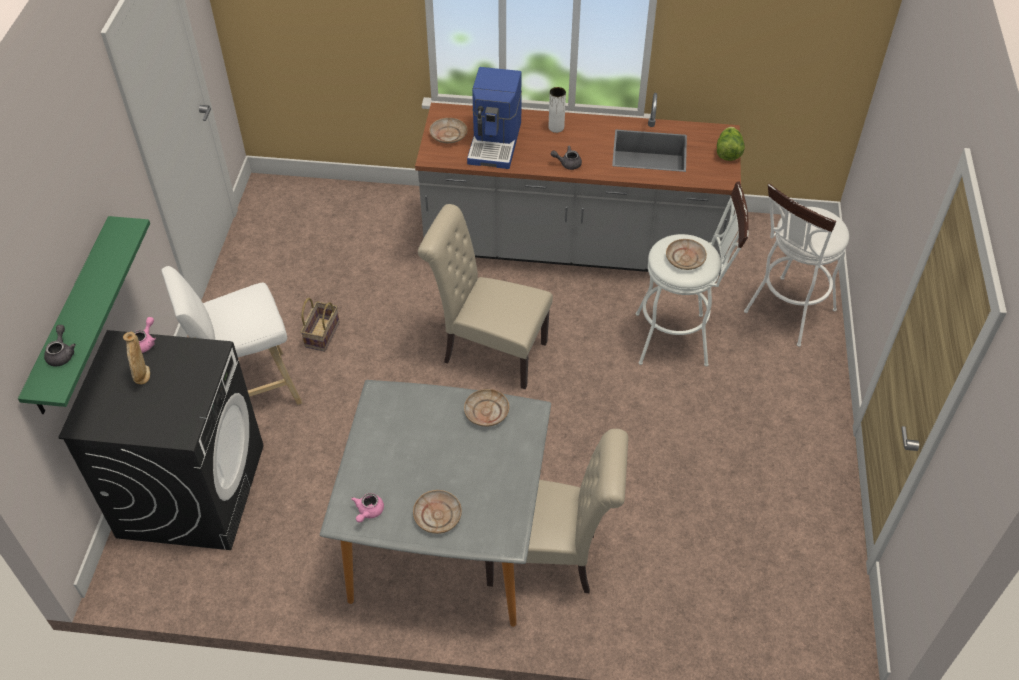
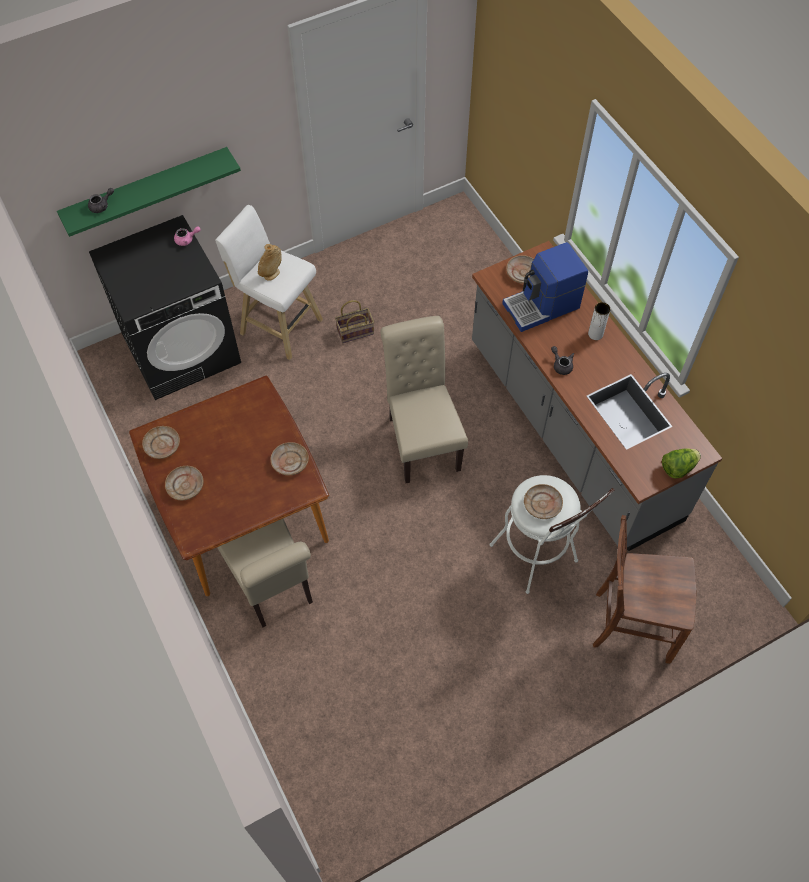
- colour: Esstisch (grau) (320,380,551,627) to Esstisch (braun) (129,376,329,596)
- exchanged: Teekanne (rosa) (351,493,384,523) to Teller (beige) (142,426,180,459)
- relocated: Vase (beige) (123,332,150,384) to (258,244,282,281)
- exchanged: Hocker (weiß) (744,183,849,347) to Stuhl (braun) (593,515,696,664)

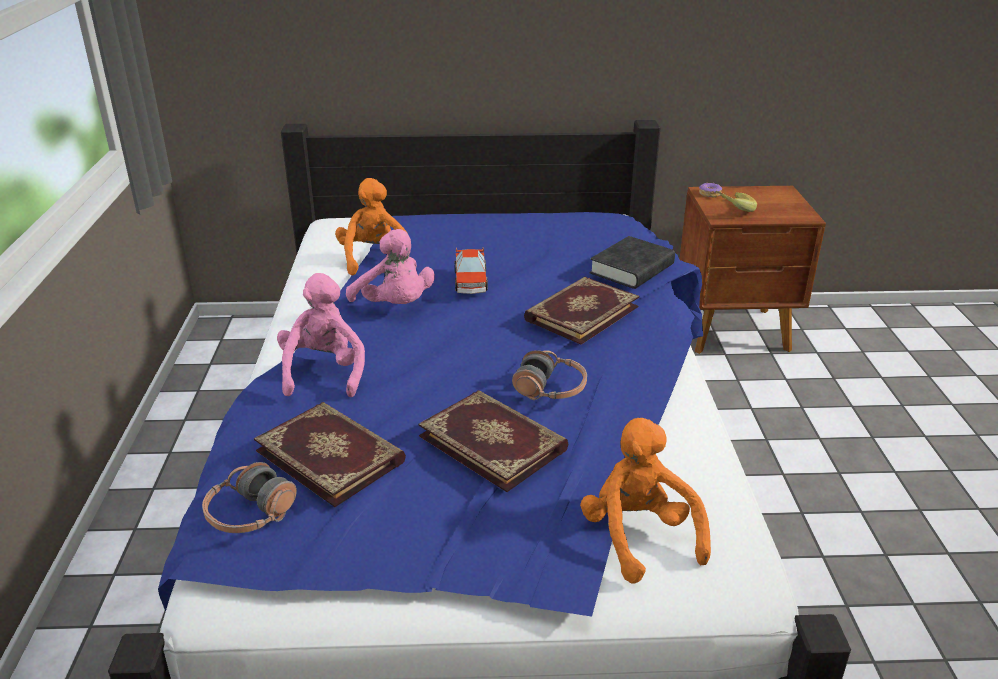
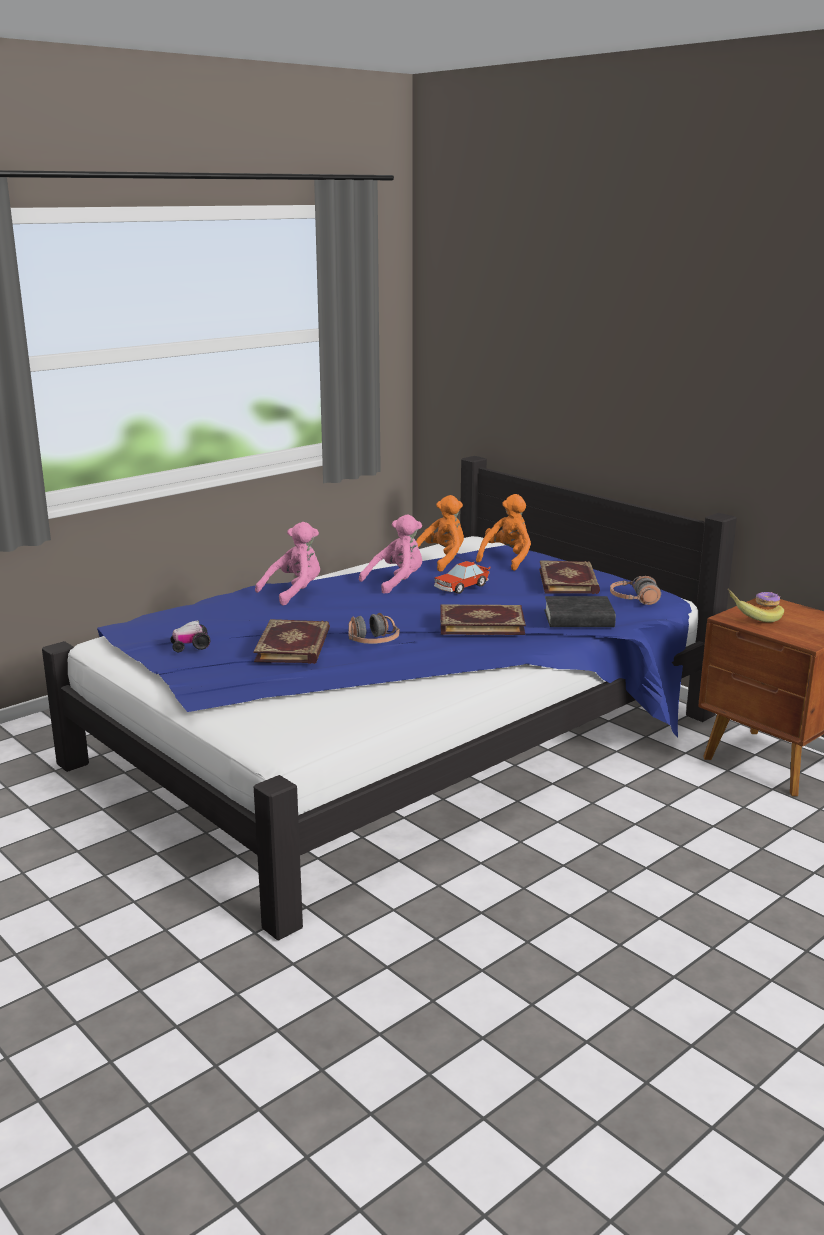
- appeared: Spielzeugauto (170,621,210,652)
- spun: Plüschtier (rosa) (346,229,435,304) = (359,514,422,593) 135 degrees counterclockwise
- relocated: Plüschtier (orange) (580,418,711,584) to (476,494,531,571)
- relocated: Buch (254,402,406,507) to (539,560,600,594)
- relocated: Kopfhörer (202,462,297,533) to (610,576,661,605)

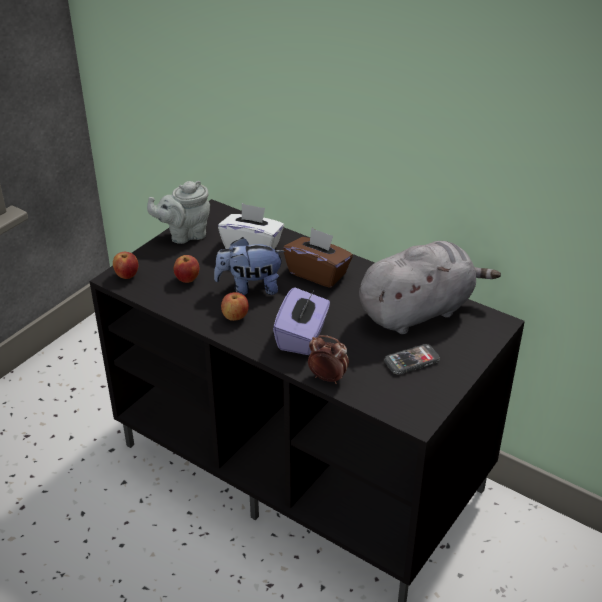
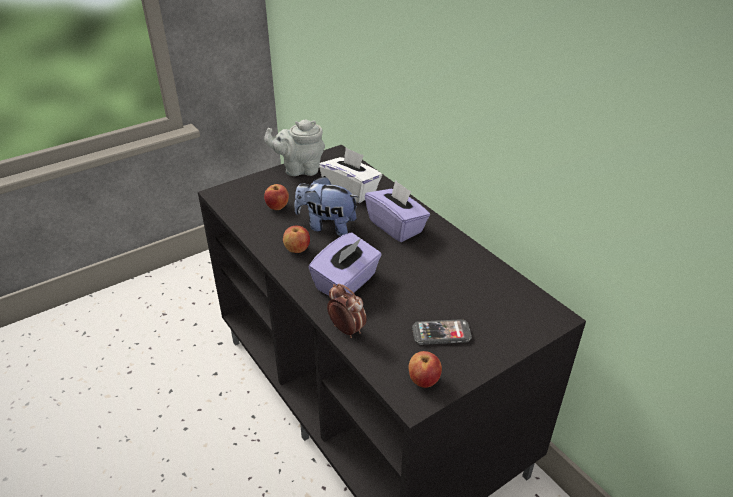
- colour: Taschentuchbox (braun) (283,227,353,288) to Taschentuchbox (lila) (365,180,430,242)
- relocated: Apfel (113,252,138,279) to (409,351,442,388)
- missing: Plüschtier (grau) (359,241,501,334)

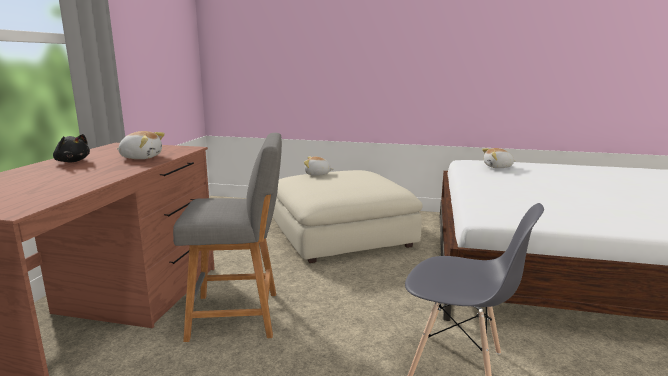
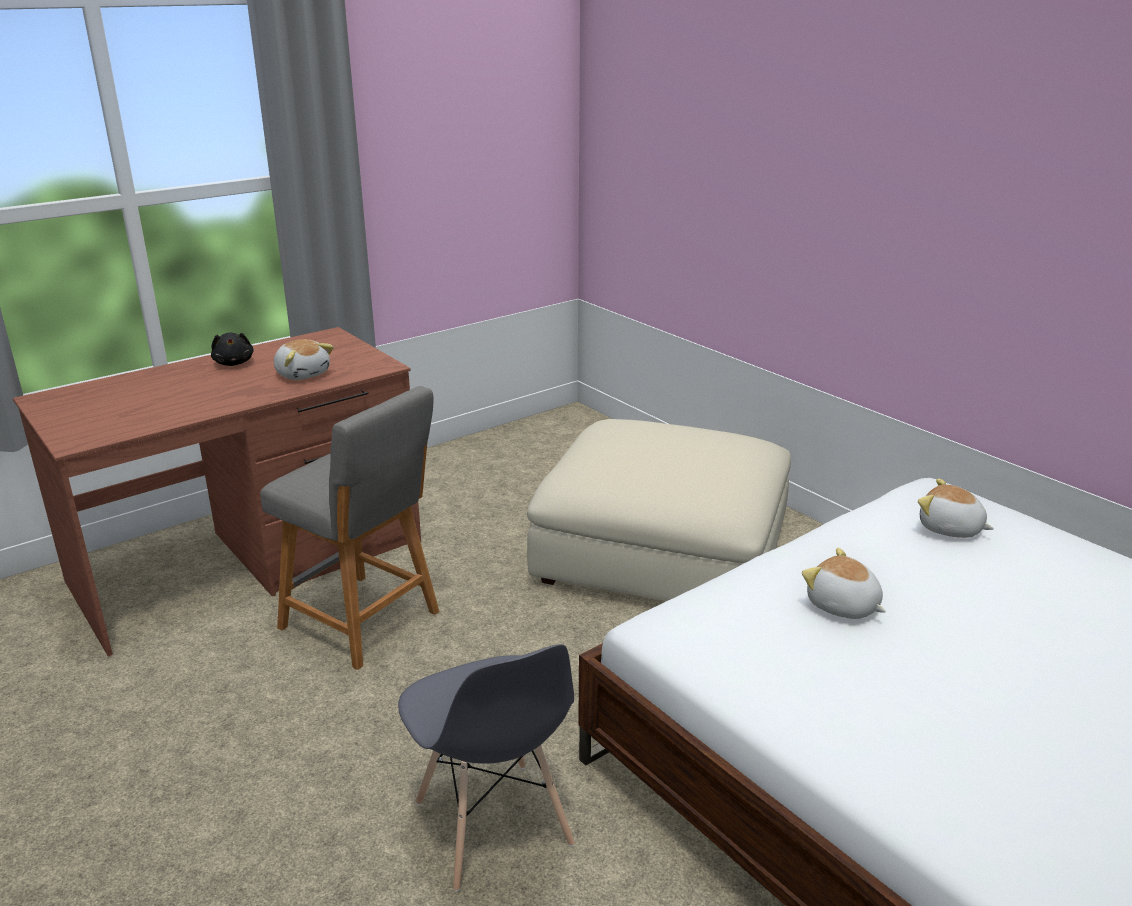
- relocated: Plüschtier (304,157,334,176) to (802,548,886,619)

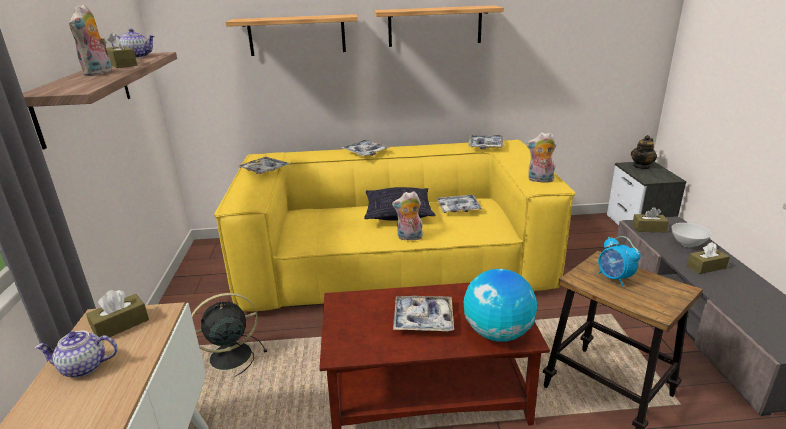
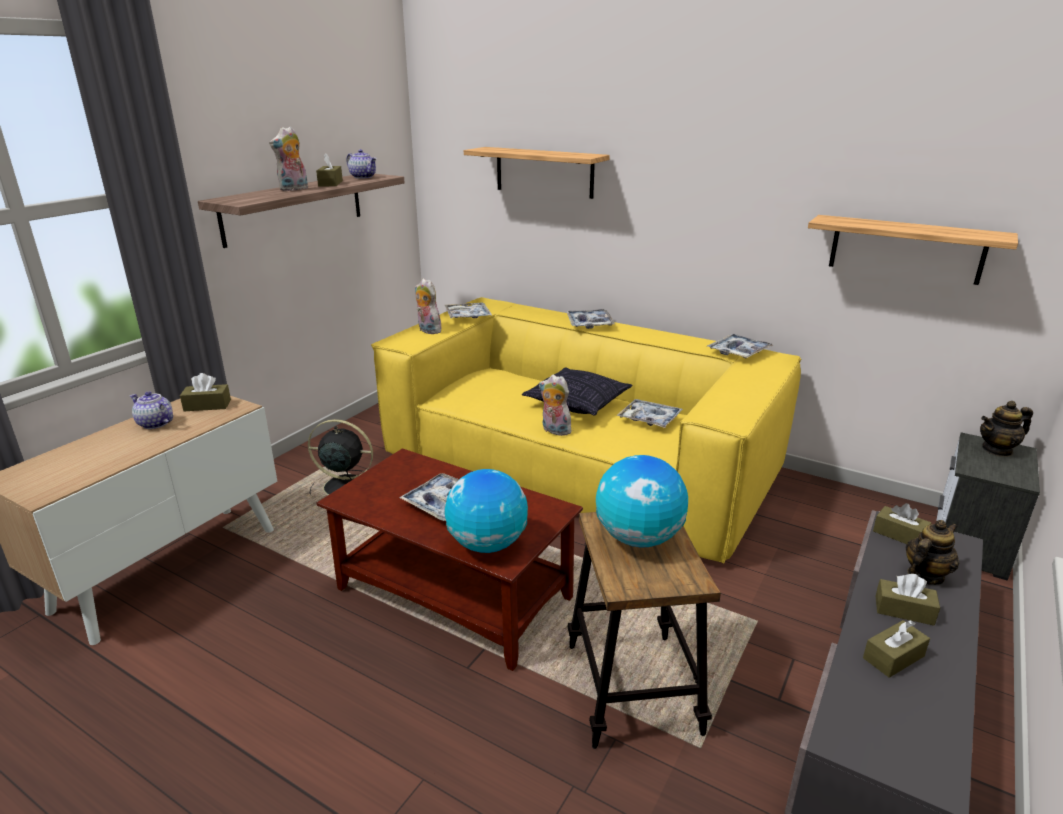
- relocated: Plüschtier (527,132,556,184) to (415,278,442,334)
- exchanged: Wecker (598,236,641,286) to Globus (596,455,688,548)
- relocated: Wandregal (374,5,504,47) to (808,215,1018,285)
- appeared: Taschentuchbox (braun) (863,620,930,678)
- exchanged: Schüssel (weiß) (671,223,712,248) to Teekanne (906,520,959,585)

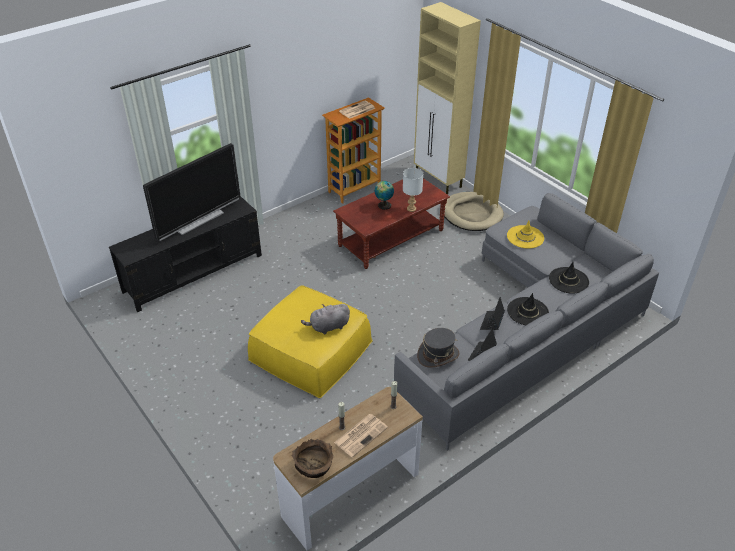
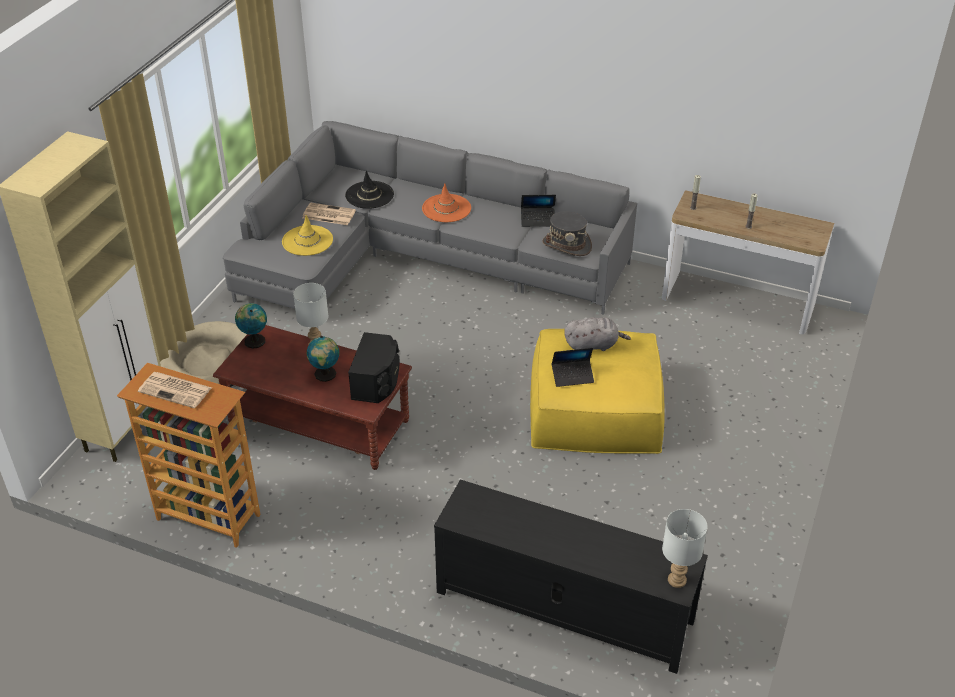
- appeared: Globus (235,303,267,349)
- relocated: Zeitung (334,414,388,457) to (302,203,356,225)
- appeared: Lautsprecher (schwarz) (348,332,400,403)
- colour: Hut (schwarz) (507,293,549,325) to Hut (orange) (422,183,471,222)
- relocated: Laptop (480,297,505,330) to (552,348,594,387)
- spun: Plüschtier (grau) (301,304,350,335) = (564,317,631,351) 45 degrees counterclockwise
- appeared: Tischlampe (weiß) (662,509,708,588)
- missing: Fernseher (143,143,240,241)
- missing: Schüssel (braun) (292,439,333,478)

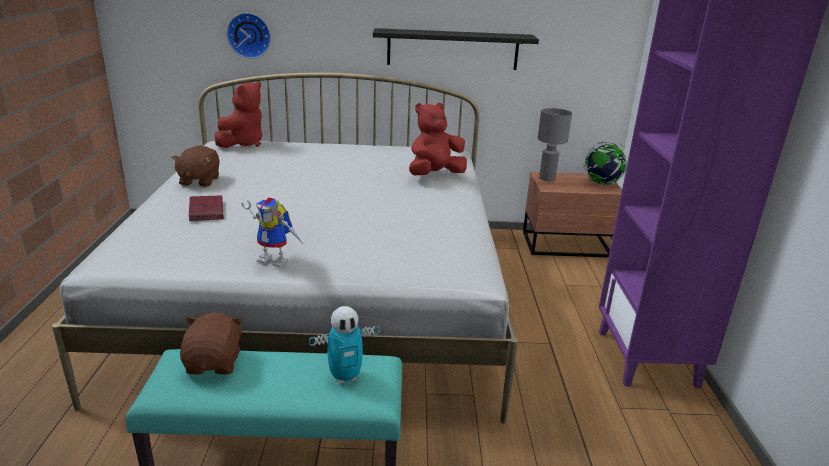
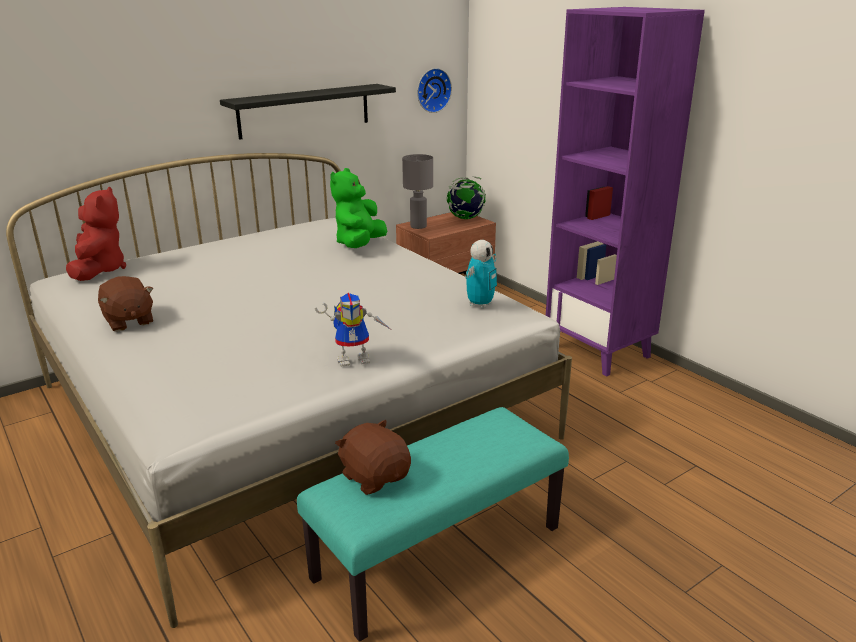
- colour: Plüschtier (rot) (409,103,467,175) to Plüschtier (grün) (330,168,387,248)
- relocated: Wanduhr (227,13,271,59) to (417,68,452,113)
- relocated: Spielzeugroboter (309,306,380,384) to (465,240,497,309)
- missing: Buch (rot) (189,195,224,221)

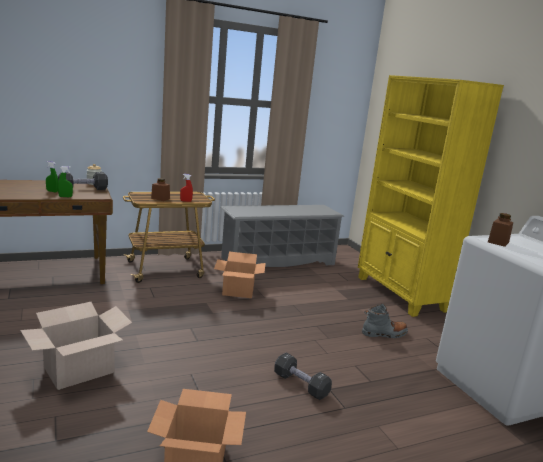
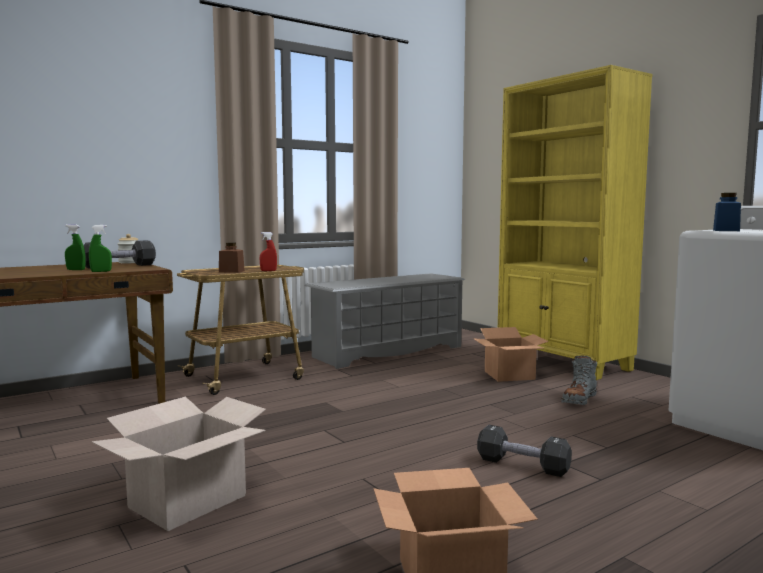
- relocated: Karton (214,252,266,298) to (473,327,549,382)
- spun: Stiefel (grau) (362,304,408,338) = (561,356,597,405) 150 degrees clockwise
- colour: Vorratsglas (braun) (488,213,513,247) to Vorratsglas (blau) (713,193,741,231)

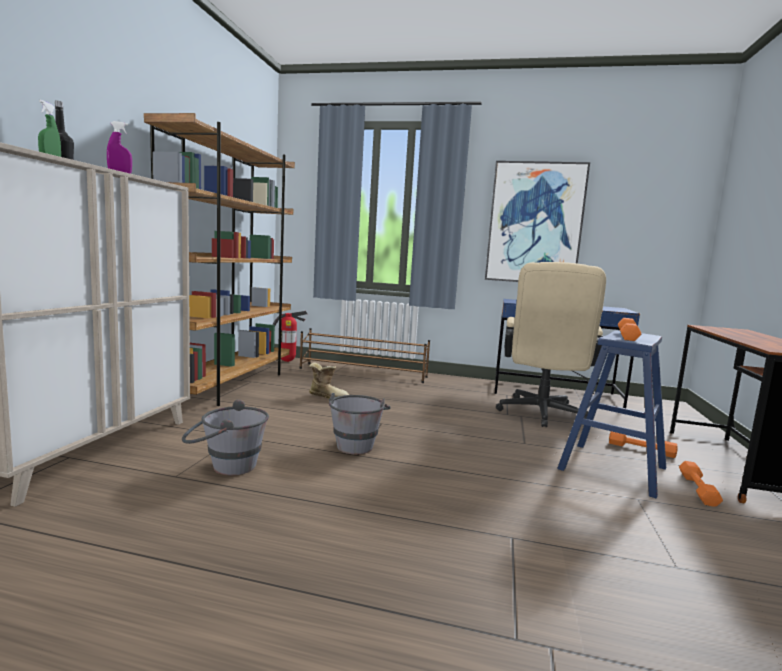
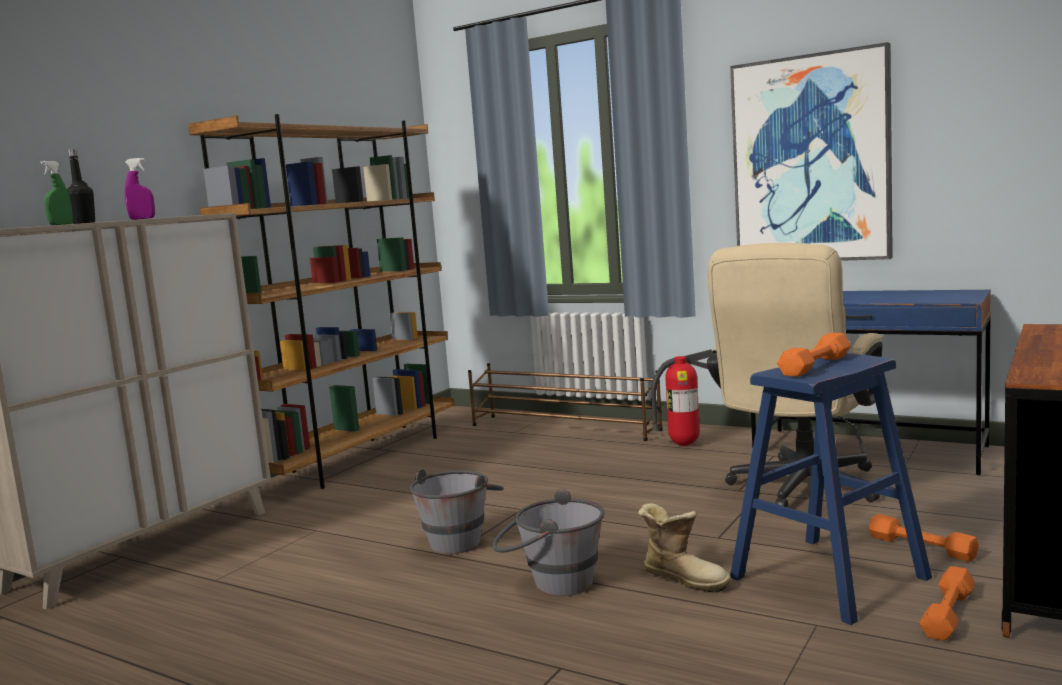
- relocated: Eimer (grau) (182,399,269,475) to (492,489,604,596)
- relocated: Stiefel (309,362,349,399) to (638,503,731,592)
- relocated: Feuerlöscher (273,311,307,362) to (651,349,713,446)

